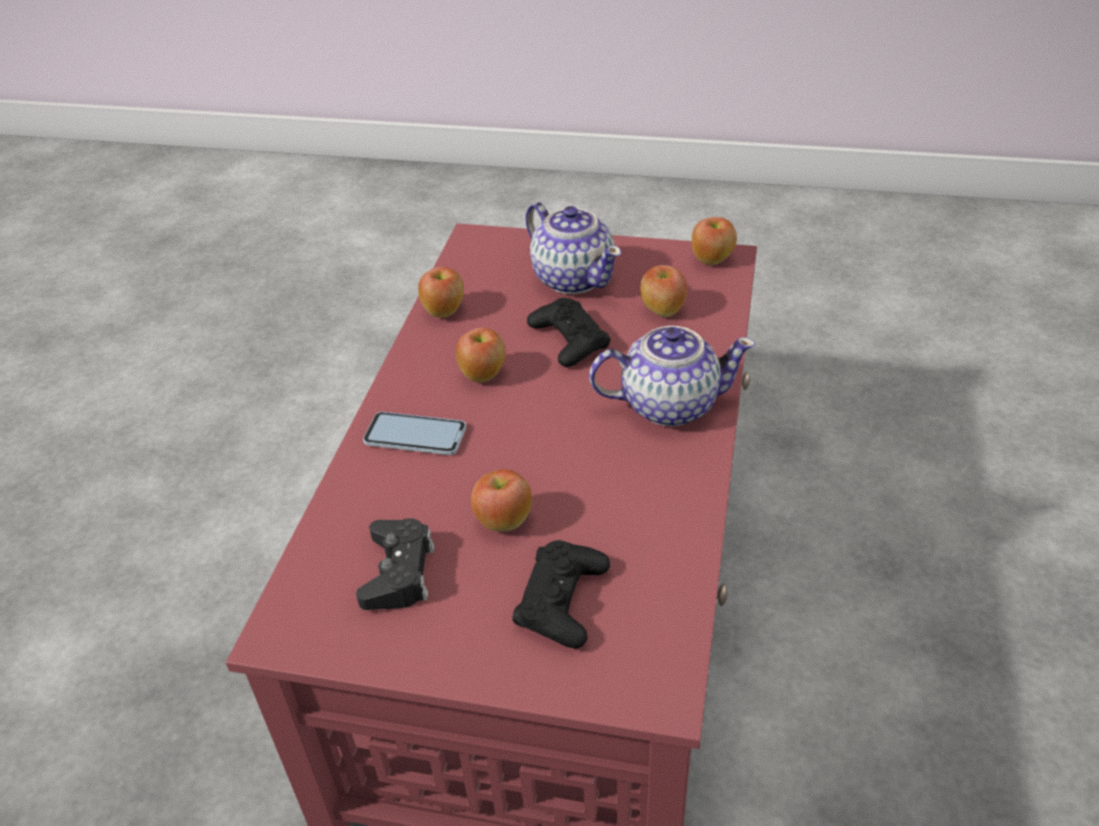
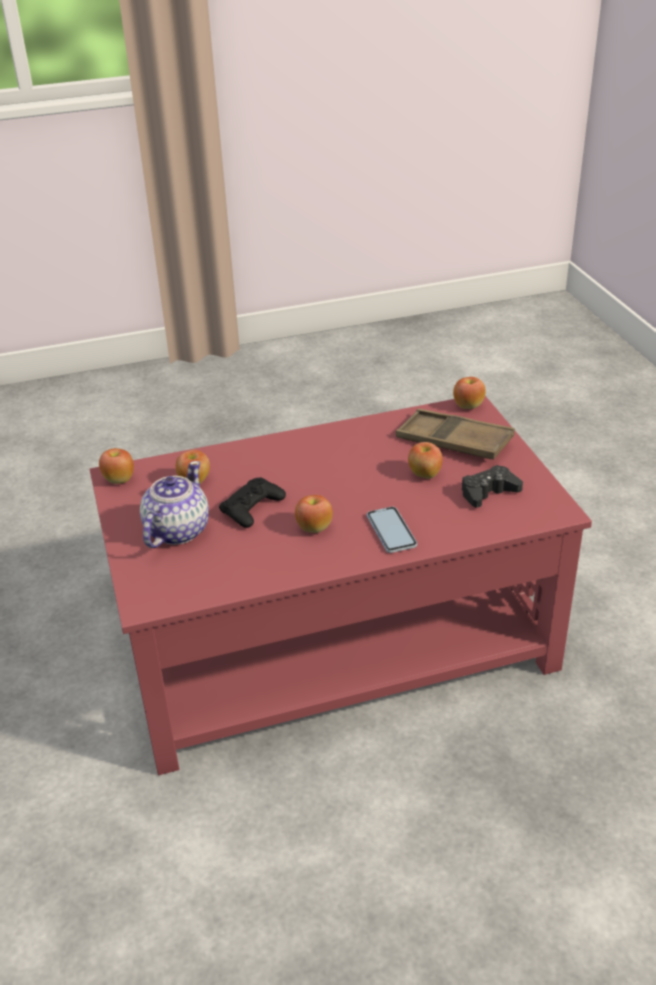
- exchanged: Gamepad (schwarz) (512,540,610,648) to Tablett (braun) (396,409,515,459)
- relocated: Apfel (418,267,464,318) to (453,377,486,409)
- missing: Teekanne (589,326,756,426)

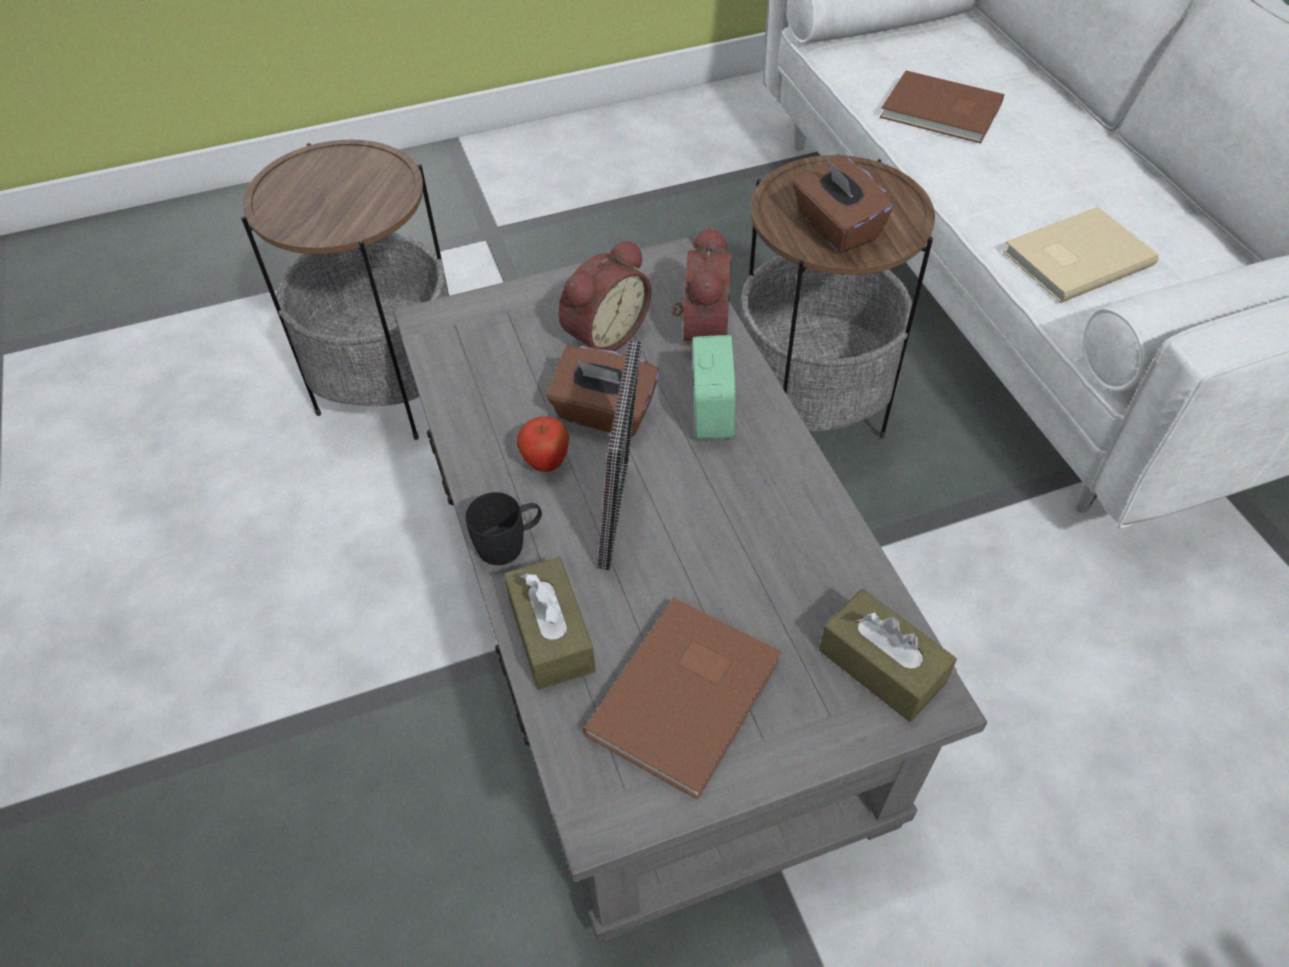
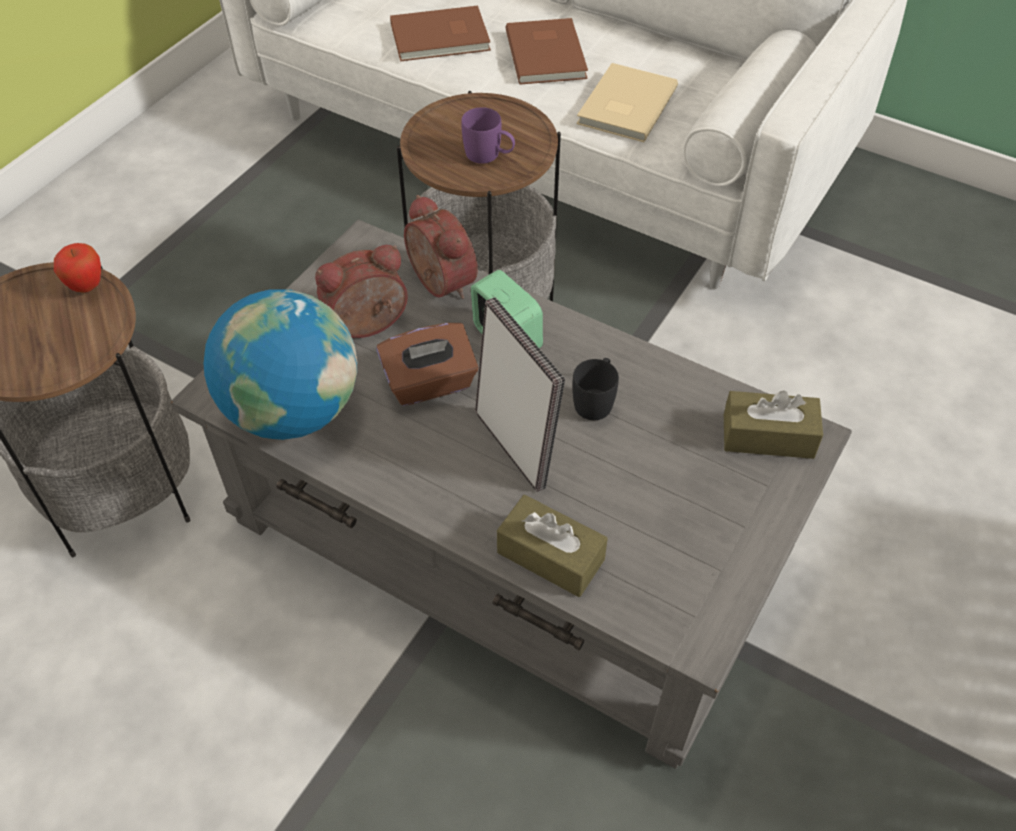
- relocated: Apfel (516,416,569,472) to (54,243,101,292)
- appeared: Globus (204,289,357,440)
- spun: Wecker (558,240,651,351) = (315,245,408,338) 120 degrees counterclockwise
- exchanged: Taschentuchbox (braun) (793,154,894,253) to Henkelbecher (lila) (461,107,515,164)
- relocated: Buch (braun) (583,597,781,800) to (505,18,588,85)
- relocated: Henkelbecher (schwarz) (466,492,542,565) to (572,358,619,420)

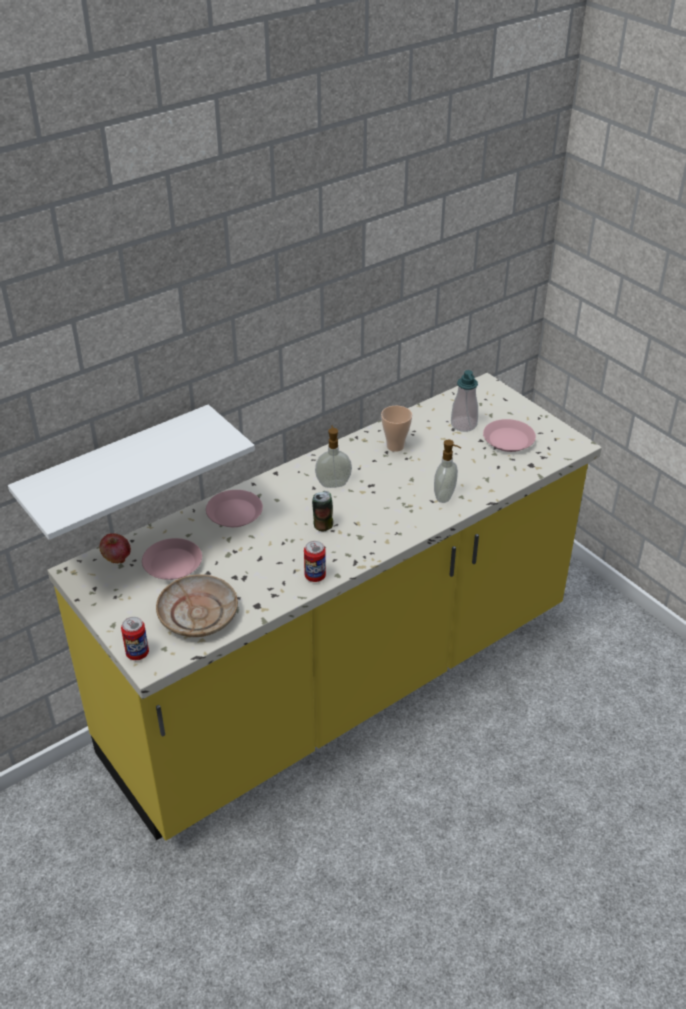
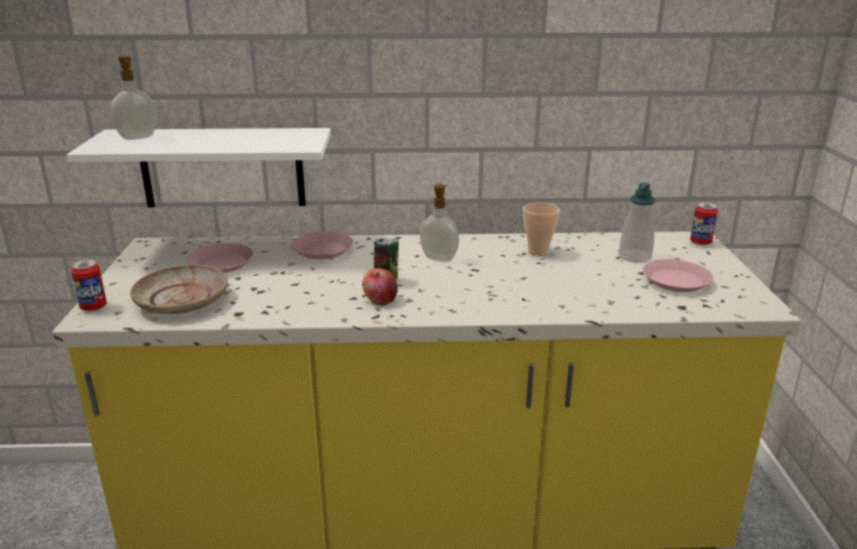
- relocated: Seifenspender (434,440,462,503) to (110,56,157,140)
- relocated: Apfel (99,533,131,564) to (362,268,398,306)
- relocated: Dose (304,541,326,582) to (690,202,718,246)

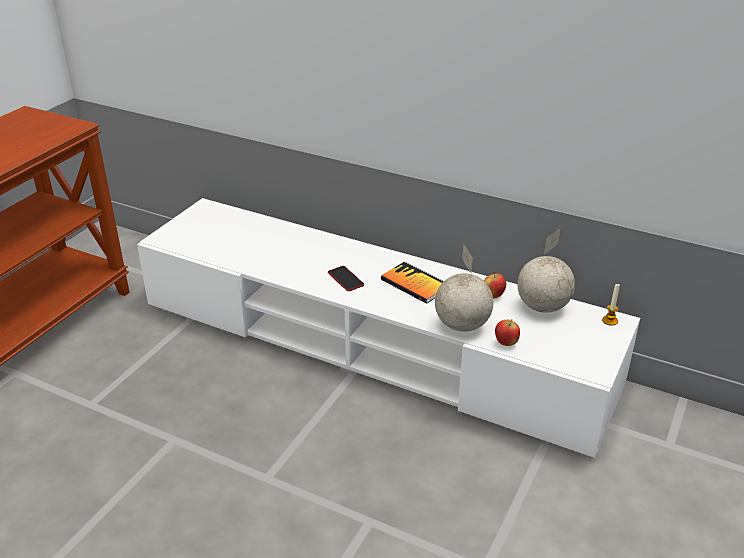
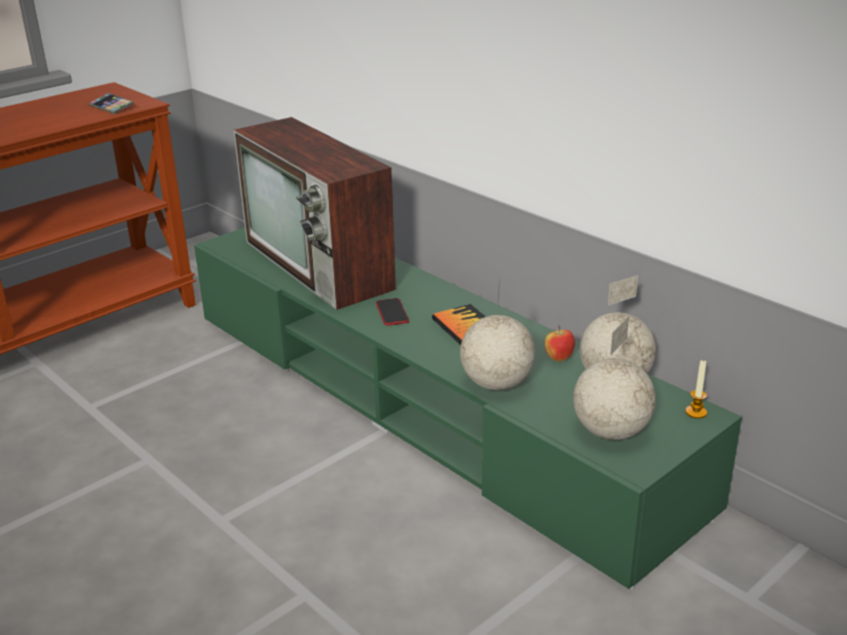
- appeared: Handy (88,93,134,114)
- colour: Fernsehschrank (weiß) (137,198,640,458) to Fernsehschrank (grün) (194,227,742,590)
- appeared: Fernseher (233,117,396,310)
- appeared: Globus (573,317,656,440)
- missing: Apfel (495,319,520,346)

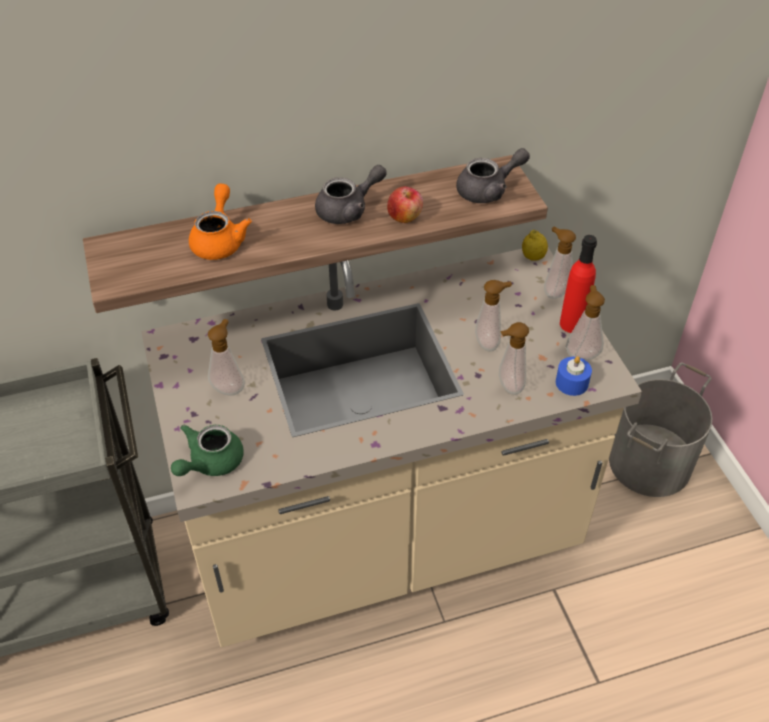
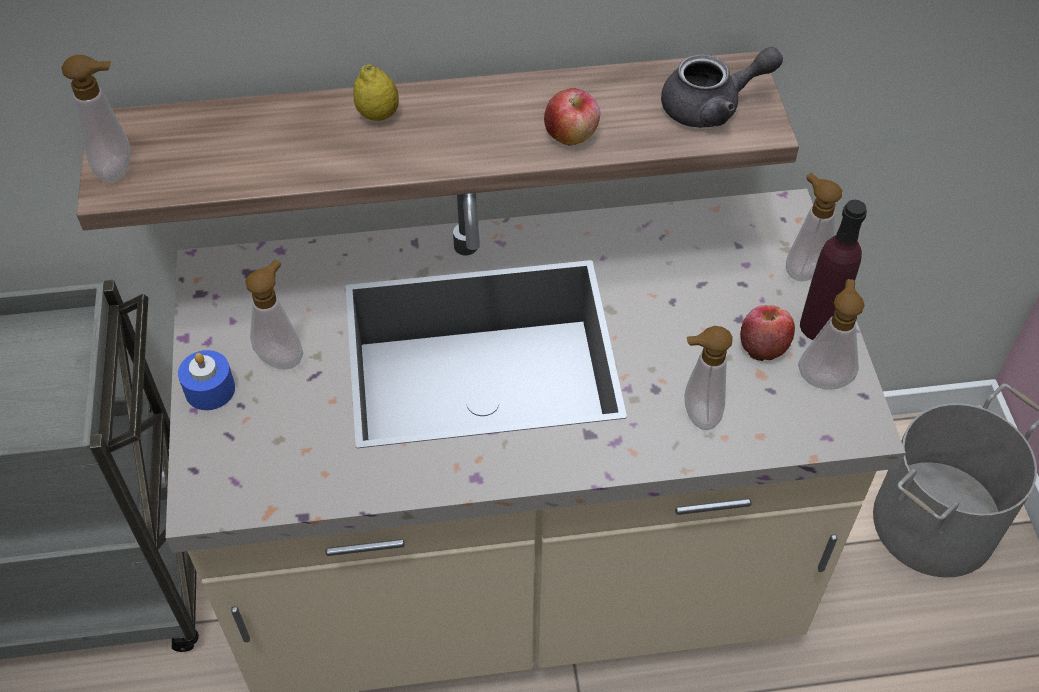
- relocated: Seifenspender (475,280,512,351) to (61,55,130,183)
- relocated: Kerze (blau) (556,356,592,396) to (178,350,235,410)
- relocated: Zitrone (522,230,548,261) to (353,64,399,121)
- appeared: Apfel (740,305,795,361)
- colour: Flasche (rot) (560,235,597,333) to Flasche (lila) (800,200,867,340)
- missing: Teekanne (grün) (171,424,244,476)
- missing: Teekanne (orange) (189,184,252,260)
- missing: Teekanne (grau) (315,165,387,224)

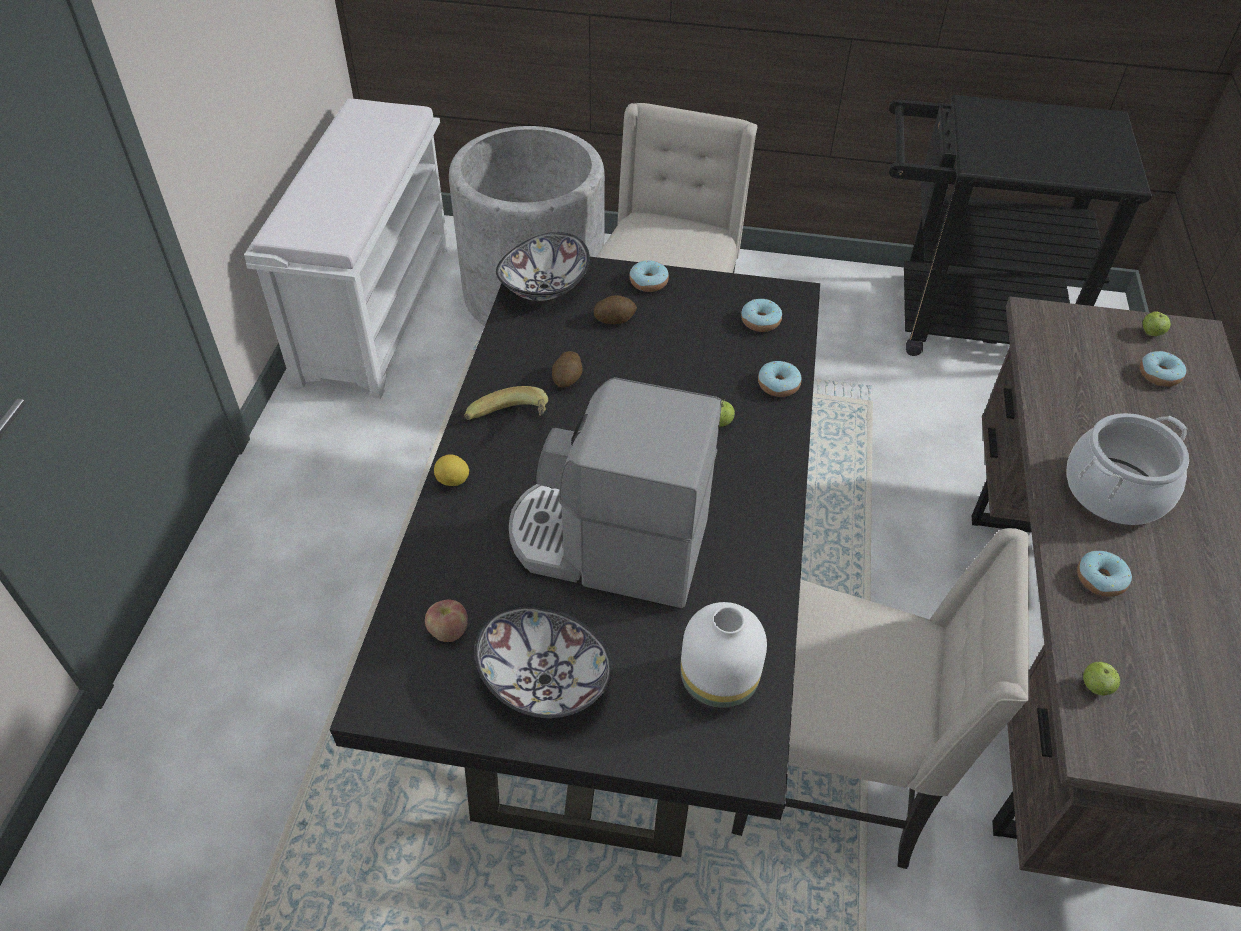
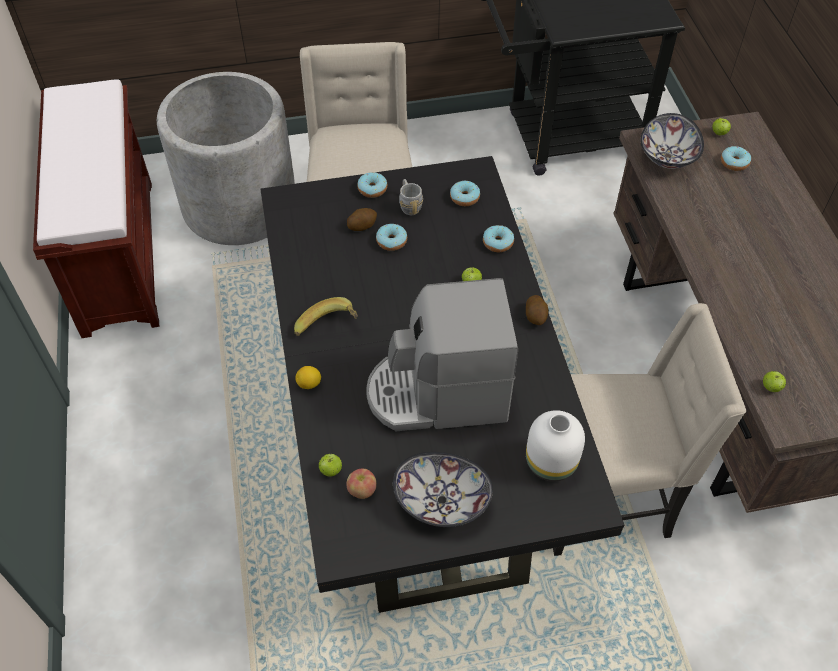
- colour: Bank (weiß) (244,99,449,399) to Bank (braun) (33,79,159,338)
- appeared: Apfel (319,454,342,477)
- relocated: Donut (1077,551,1132,597) to (376,224,407,251)
- appeared: Henkelbecher (grau) (399,179,423,215)
- relocated: Kartoffel (552,351,583,388) to (526,295,549,325)
- relocated: Schüssel (496,232,590,301) to (641,113,704,169)
- missing: Kochtopf (1066,413,1189,525)

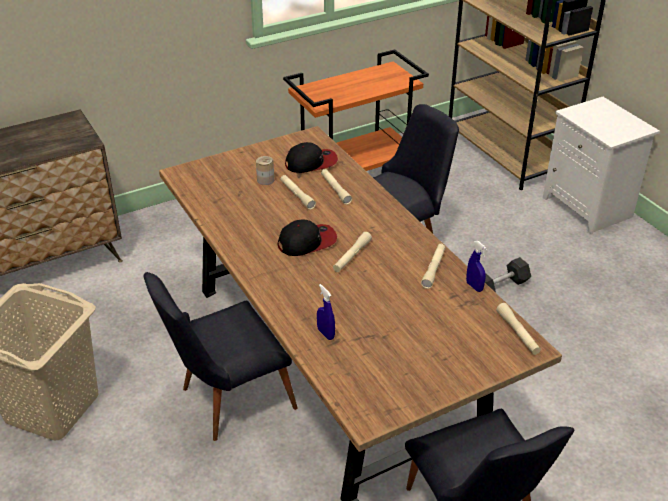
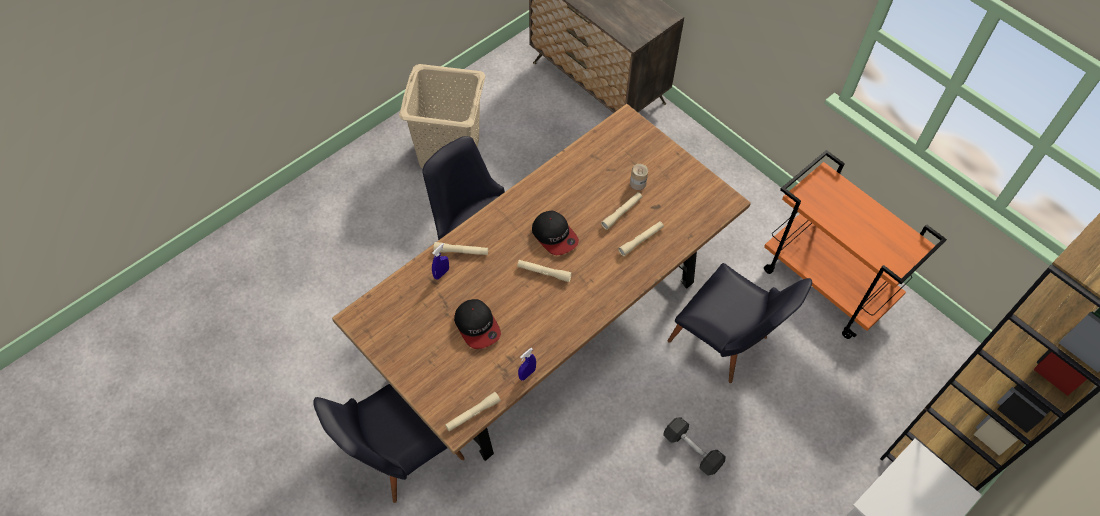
- relocated: Taschenlampe (beige) (421,244,446,289) to (434,242,488,255)
- relocated: Kappe (285,142,338,173) to (454,299,501,349)

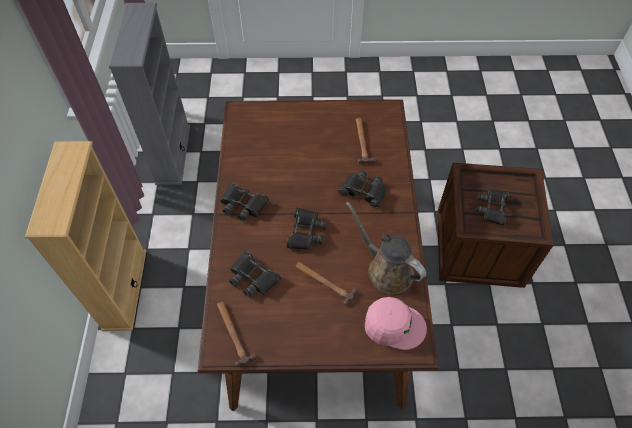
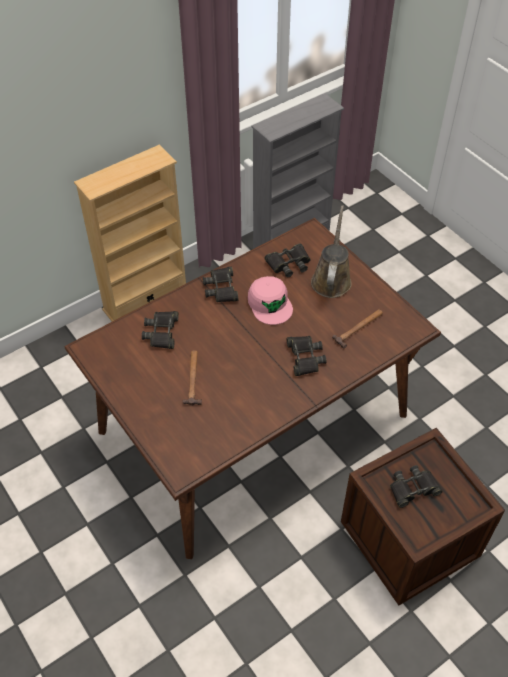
- relocated: Kappe (rosa) (365,297,427,350) to (248,276,293,325)
- relocated: Fernglas (schwarz) (287,207,326,250) to (265,244,311,277)
- relocated: Gießkanne (braun) (346,202,426,294) to (311,205,352,298)
- missing: Hammer (217,301,256,366)

